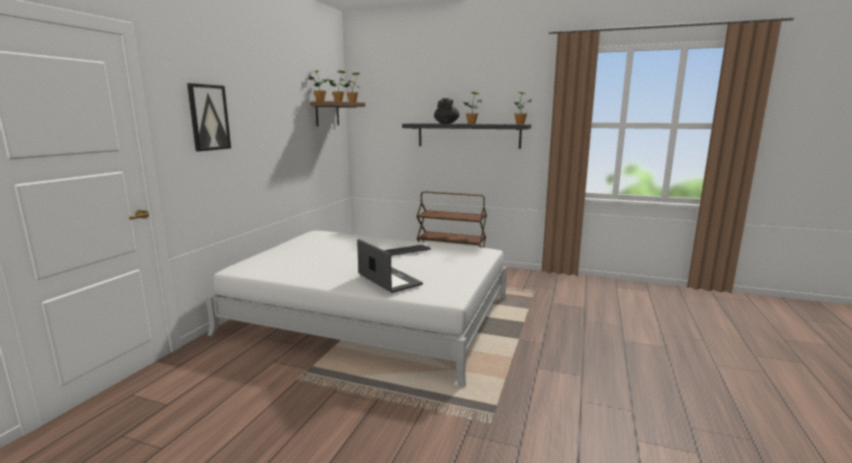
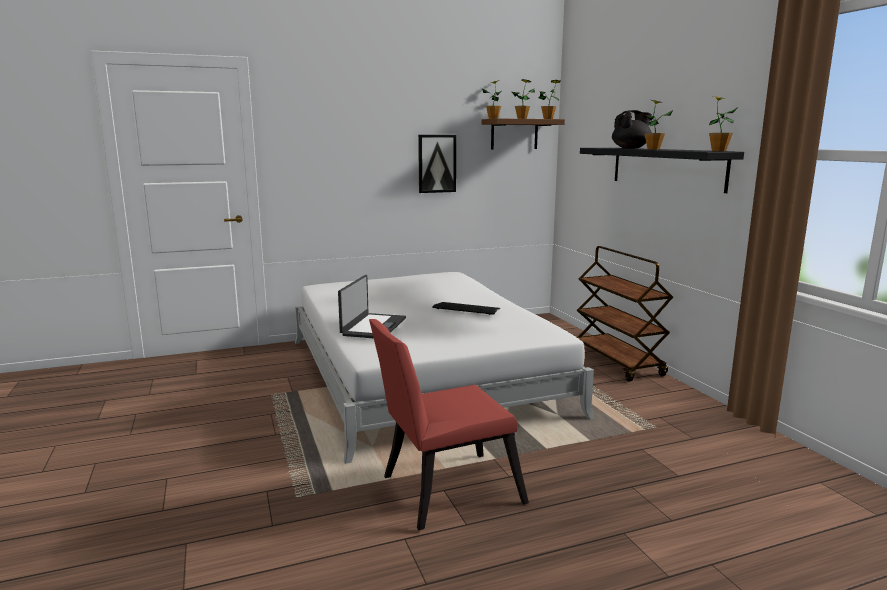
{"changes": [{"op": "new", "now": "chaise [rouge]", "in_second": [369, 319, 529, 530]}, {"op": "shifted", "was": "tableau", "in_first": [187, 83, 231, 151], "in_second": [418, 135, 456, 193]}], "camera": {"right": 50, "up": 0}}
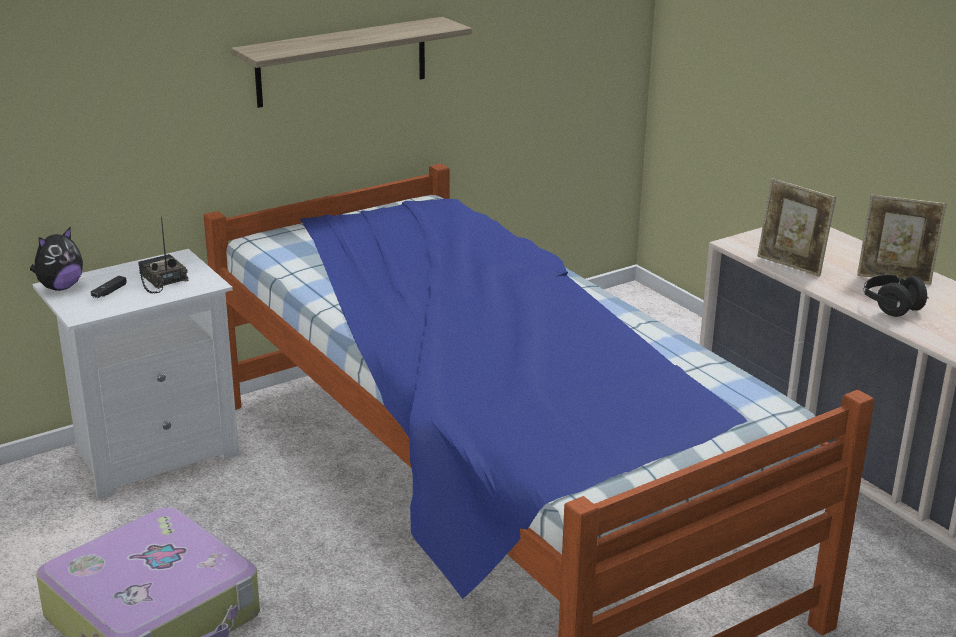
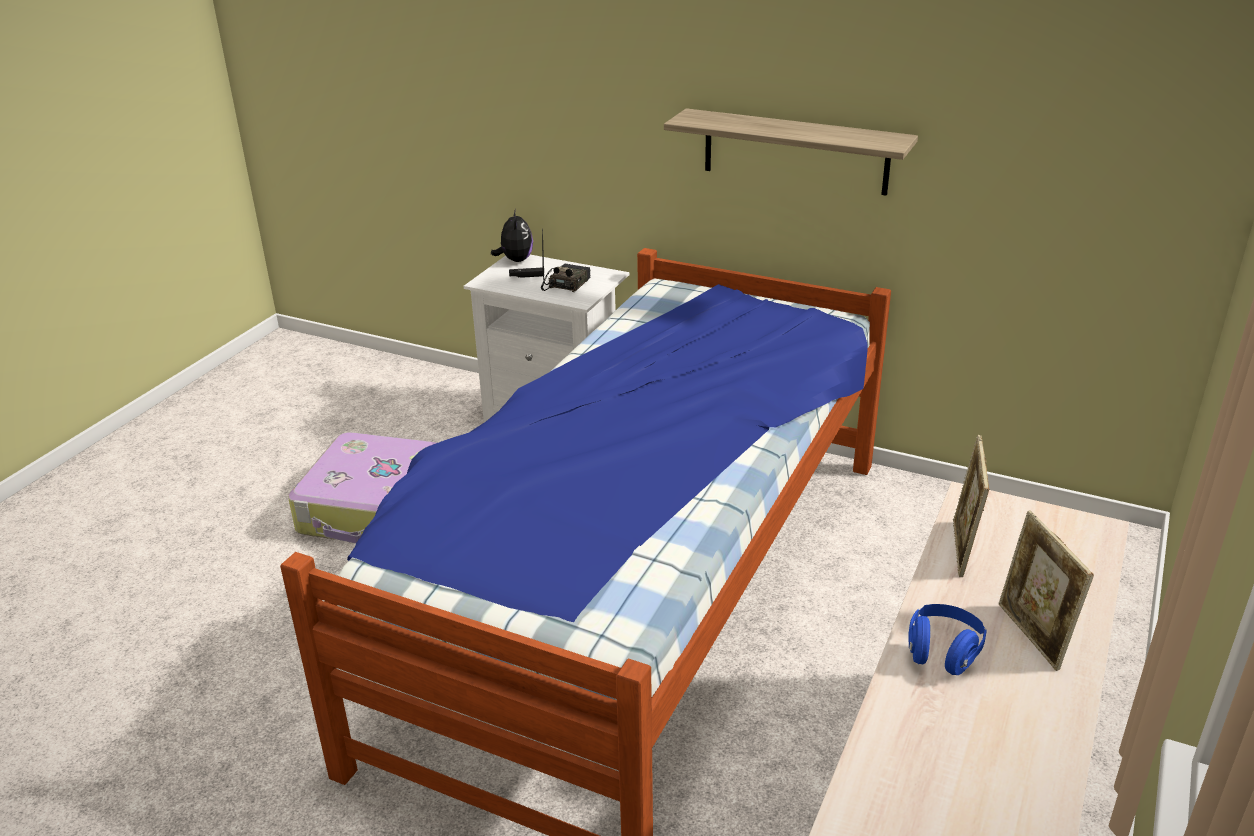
{"changes": [{"op": "rotated", "was": "peluche", "in_first": [30, 227, 83, 291], "in_second": [491, 208, 533, 262], "clockwise": -105}, {"op": "repainted", "was": "casque audio [noir]", "now": "casque audio [bleu]", "in_first": [864, 275, 929, 317], "in_second": [908, 604, 986, 675]}], "camera": {"right": 60, "up": 5}}
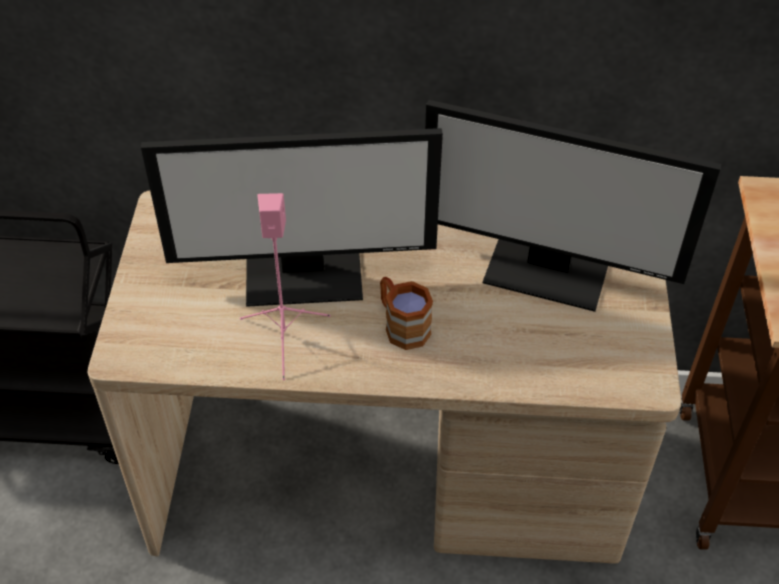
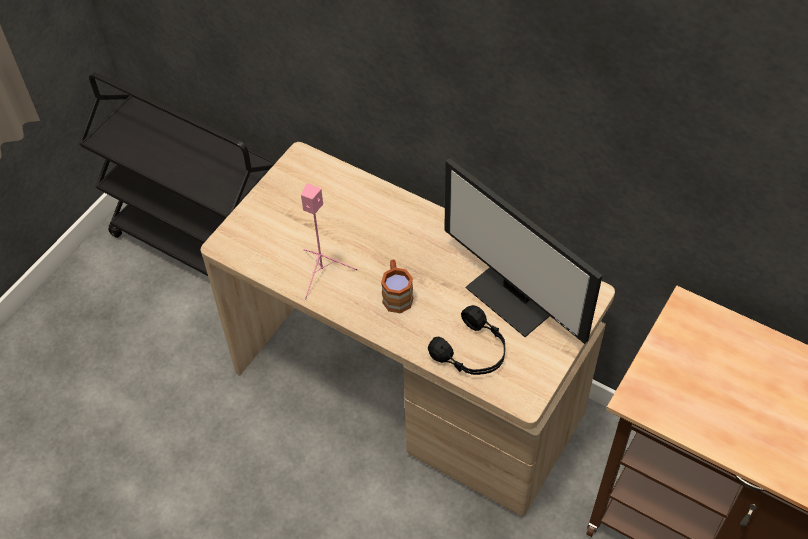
{"changes": [{"op": "new", "now": "casque audio [noir]", "in_second": [428, 305, 505, 375]}, {"op": "gone", "was": "écran d'ordinateur", "in_first": [141, 128, 443, 307]}], "camera": {"right": 30, "up": 5}}
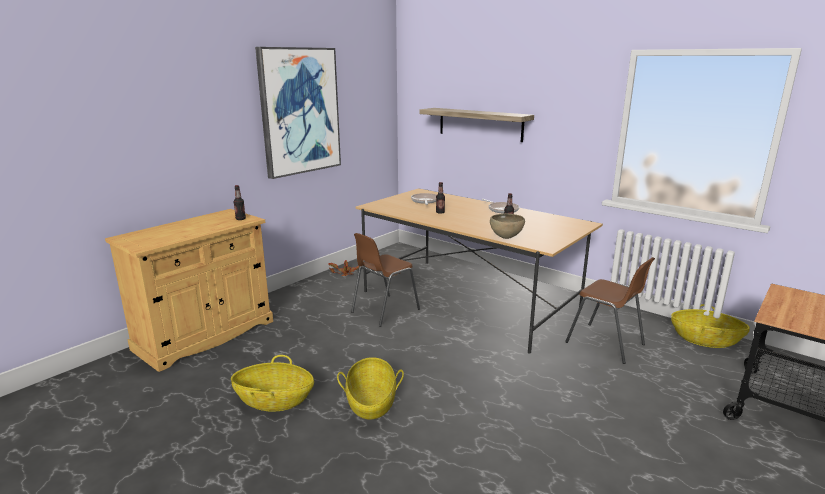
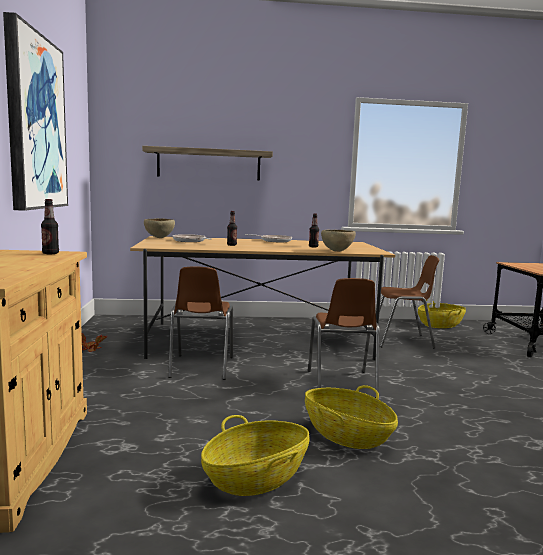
{"changes": [{"op": "new", "now": "bol [marron]", "in_second": [144, 218, 175, 238]}, {"op": "new", "now": "chaise [marron]", "in_second": [308, 278, 380, 398]}], "camera": {"right": -45, "up": -10}}
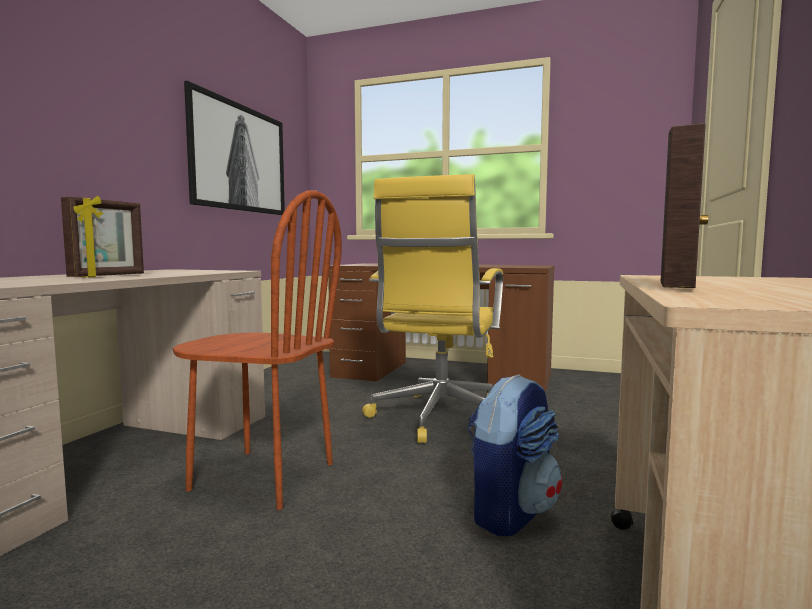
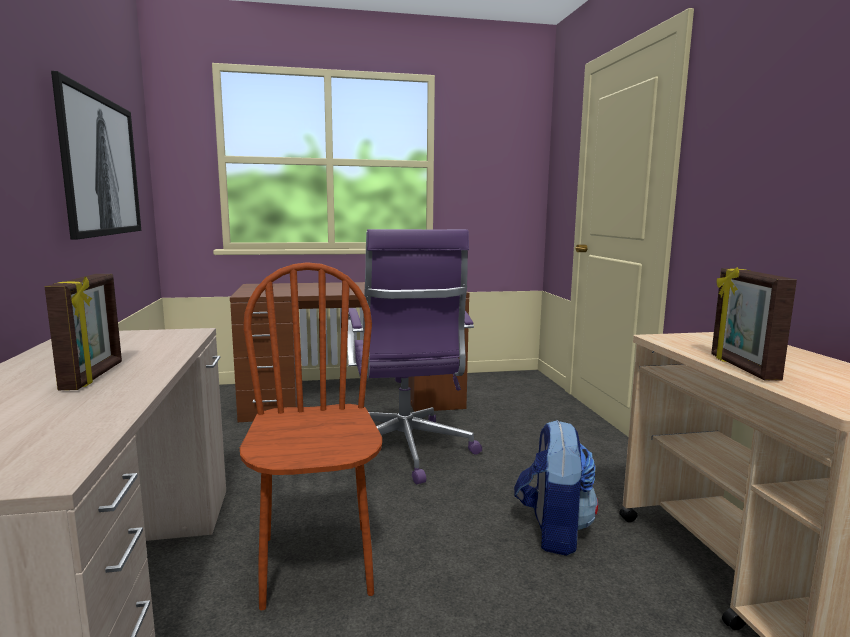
{"changes": [{"op": "rotated", "was": "chaise [marron]", "in_first": [173, 190, 342, 510], "in_second": [240, 262, 382, 610], "clockwise": -90}, {"op": "repainted", "was": "chaise de bureau [jaune]", "now": "chaise de bureau [violet]", "in_first": [362, 174, 503, 443], "in_second": [347, 229, 482, 484]}], "camera": {"right": -30, "up": 5}}
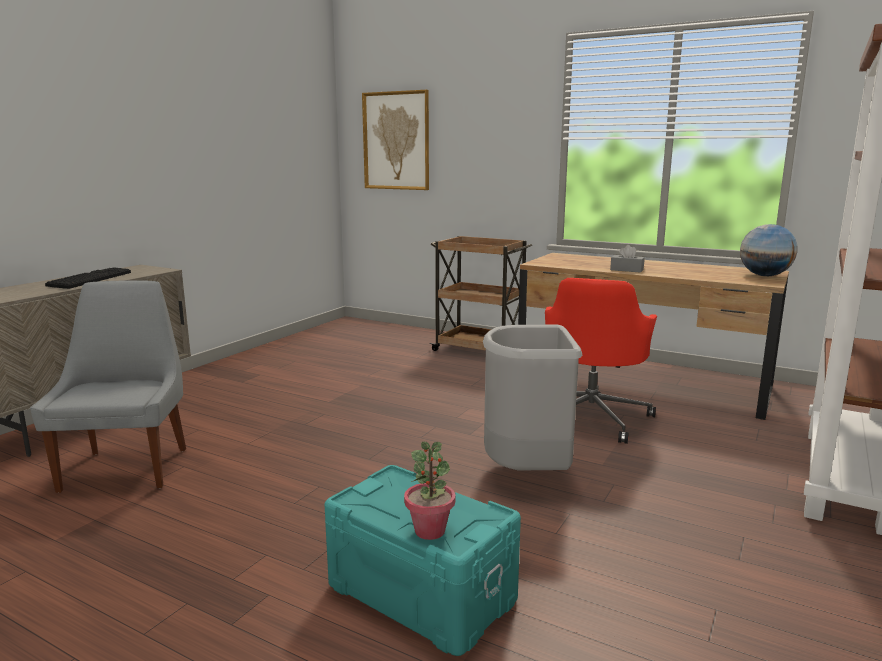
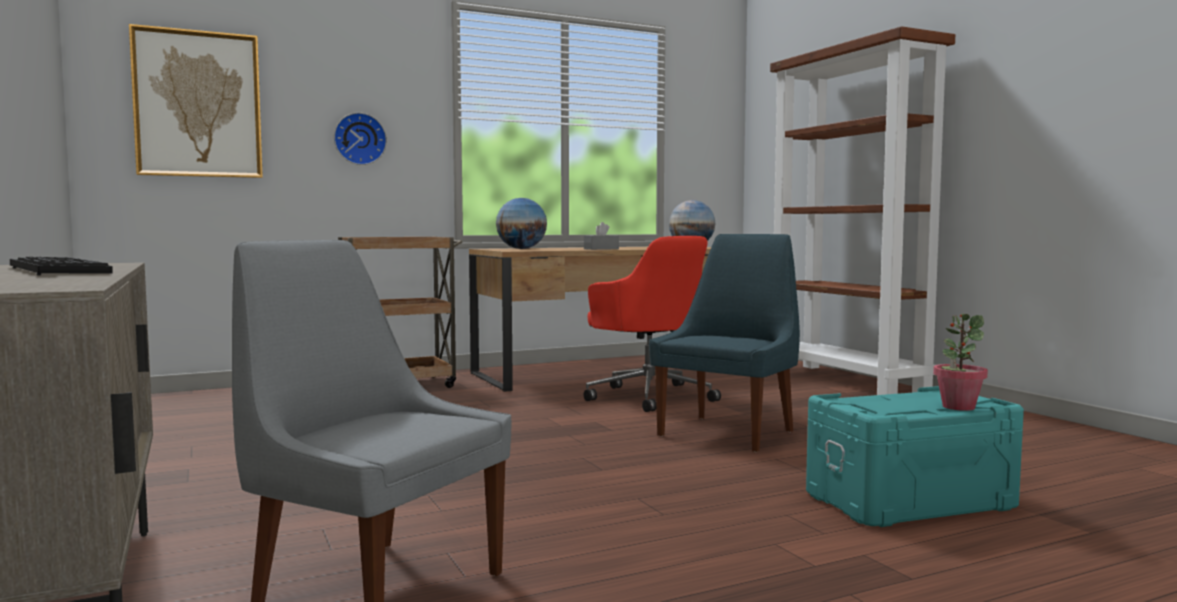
{"changes": [{"op": "new", "now": "horloge murale", "in_second": [334, 112, 387, 165]}, {"op": "new", "now": "globe", "in_second": [496, 198, 547, 249]}, {"op": "swapped", "was": "poubelle [gris]", "now": "chaise [bleu]", "in_first": [483, 325, 582, 471], "in_second": [649, 234, 800, 452]}], "camera": {"right": -55, "up": -10}}
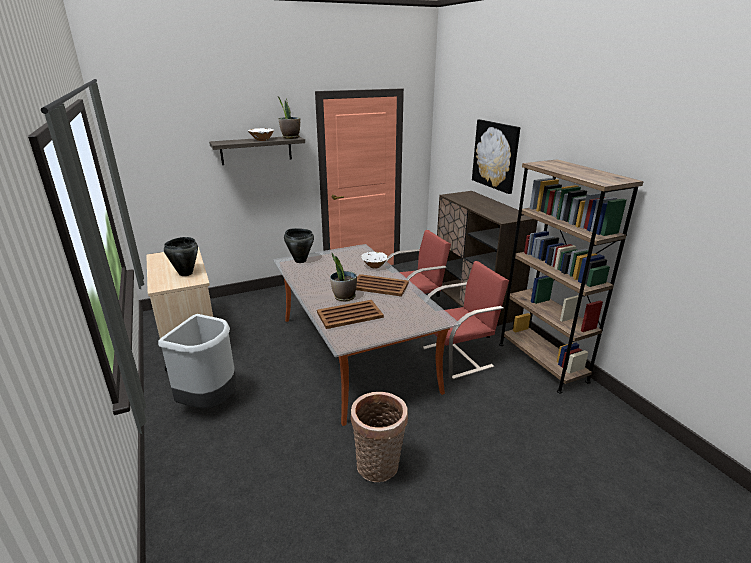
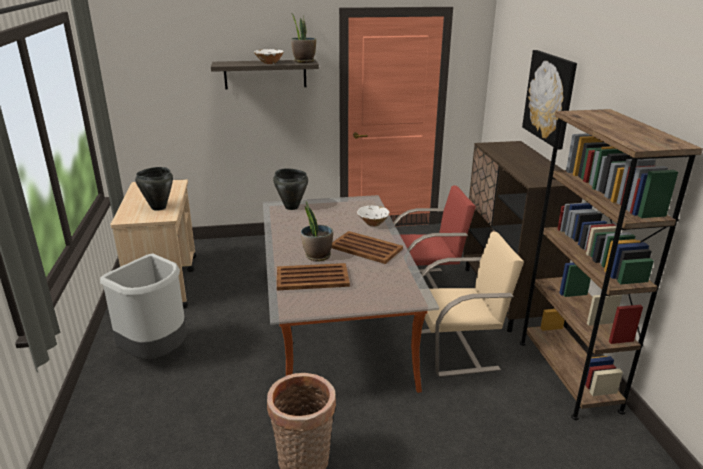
{"changes": [{"op": "repainted", "was": "chaise [rouge]", "now": "chaise [beige]", "in_first": [420, 261, 509, 380], "in_second": [421, 232, 524, 377]}], "camera": {"right": 15, "up": 0}}
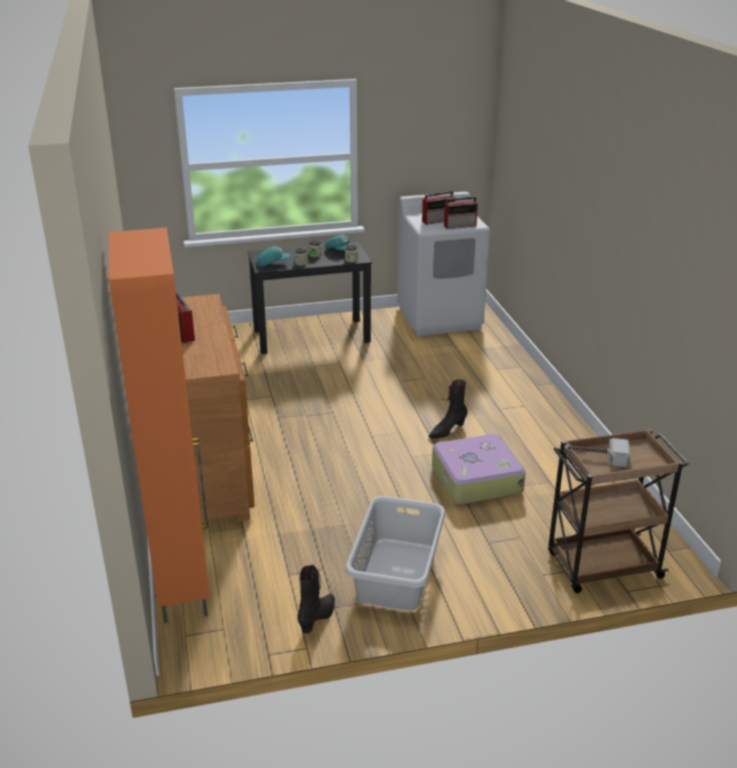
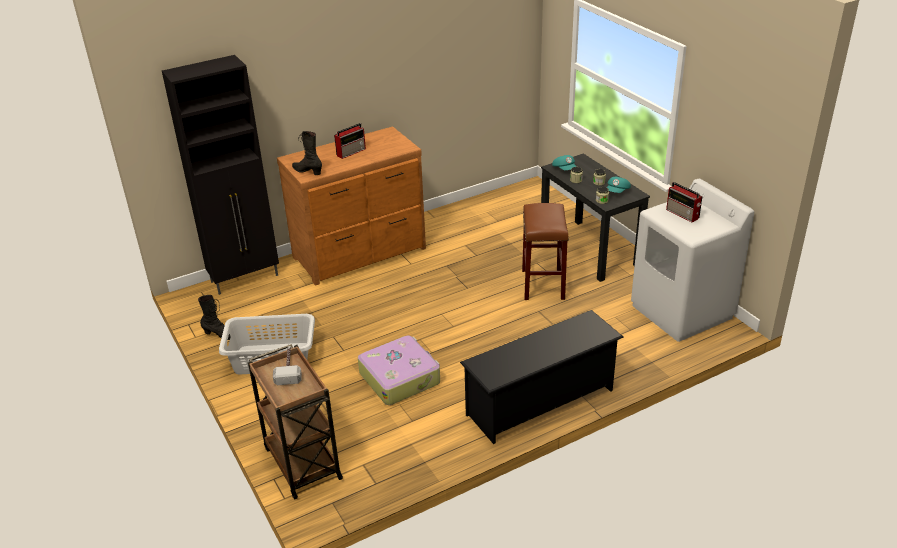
{"changes": [{"op": "repainted", "was": "meuble de rangement [orange]", "now": "meuble de rangement [noir]", "in_first": [109, 228, 210, 623], "in_second": [162, 55, 279, 295]}, {"op": "shifted", "was": "botte [noir]", "in_first": [429, 379, 467, 439], "in_second": [292, 131, 322, 175]}, {"op": "new", "now": "étagère à chaussures [noir]", "in_second": [460, 310, 624, 444]}, {"op": "new", "now": "tabouret [marron]", "in_second": [522, 203, 569, 300]}, {"op": "gone", "was": "radio", "in_first": [444, 197, 478, 229]}], "camera": {"right": 75, "up": 5}}
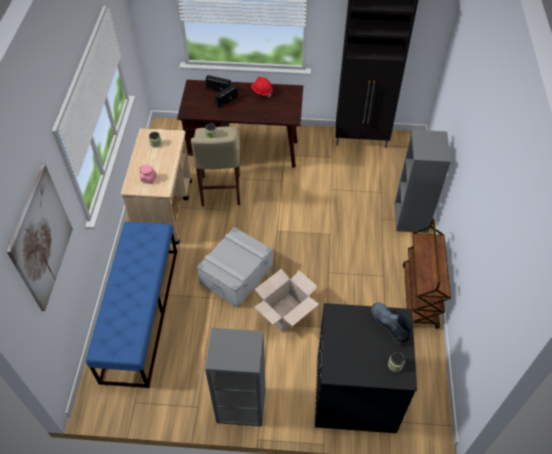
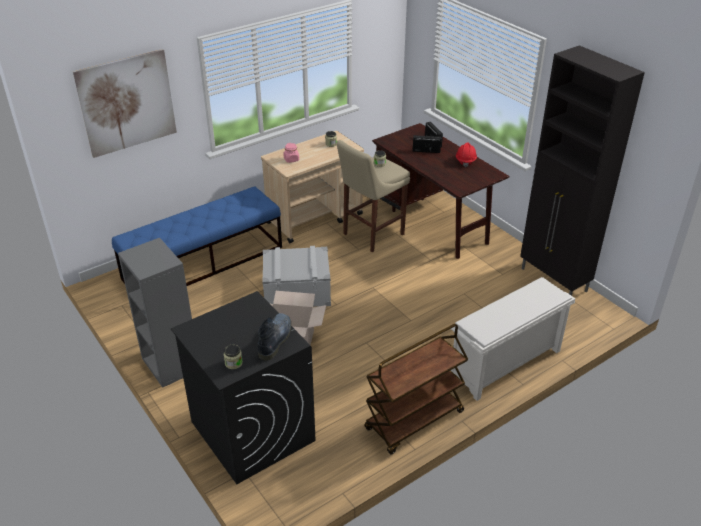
{"changes": [{"op": "swapped", "was": "bibliothèque [gris]", "now": "étagère à chaussures [blanc]", "in_first": [395, 130, 451, 233], "in_second": [451, 277, 575, 401]}], "camera": {"right": 50, "up": -15}}
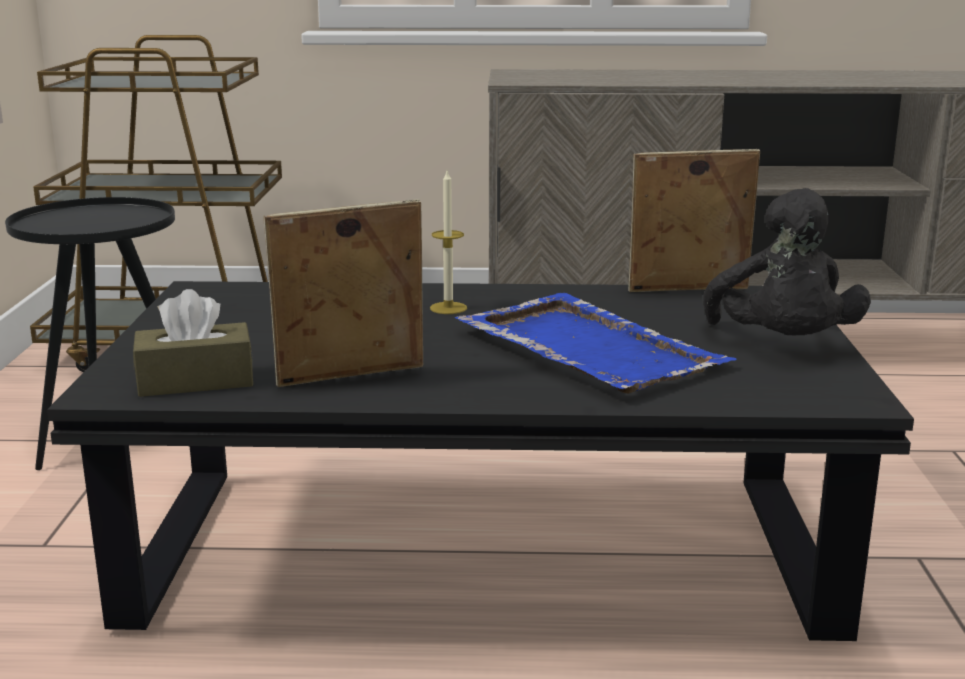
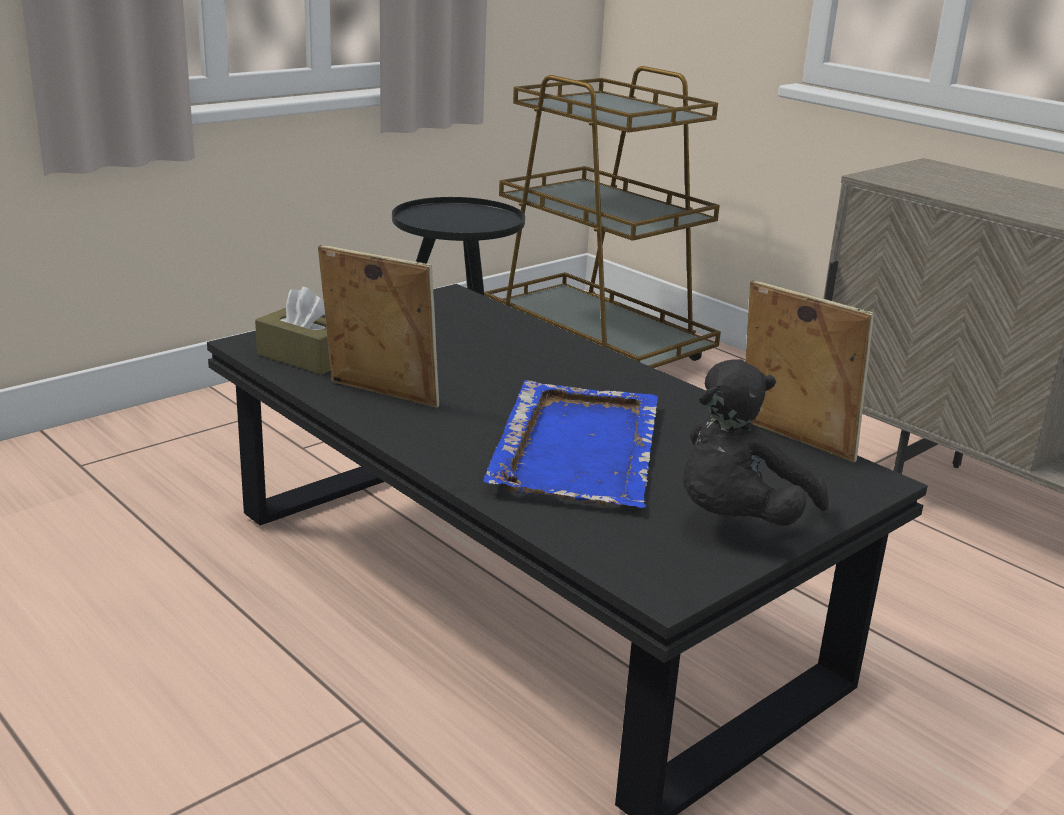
{"changes": [{"op": "gone", "was": "bougie", "in_first": [430, 171, 467, 314]}], "camera": {"right": 45, "up": 5}}
